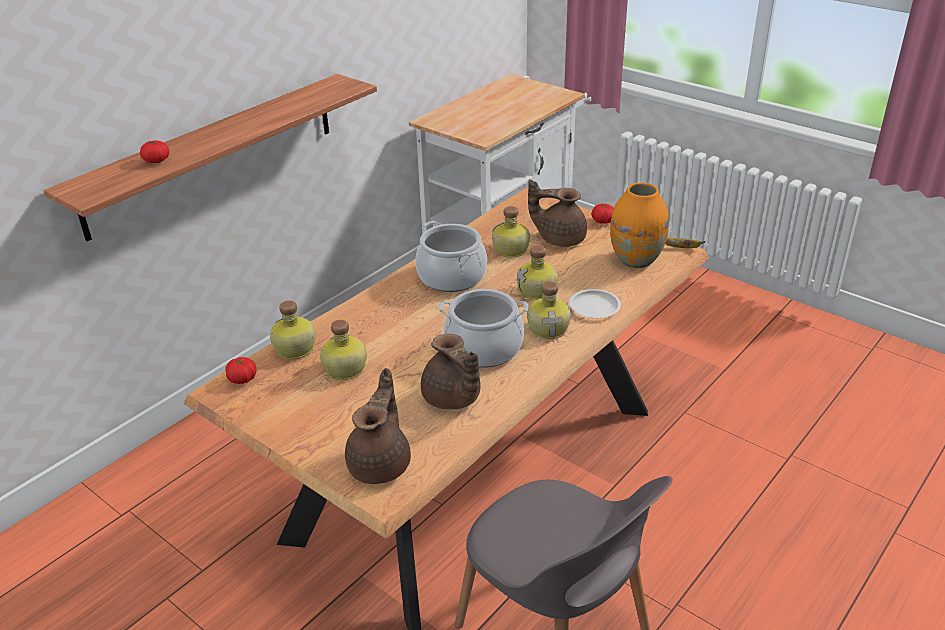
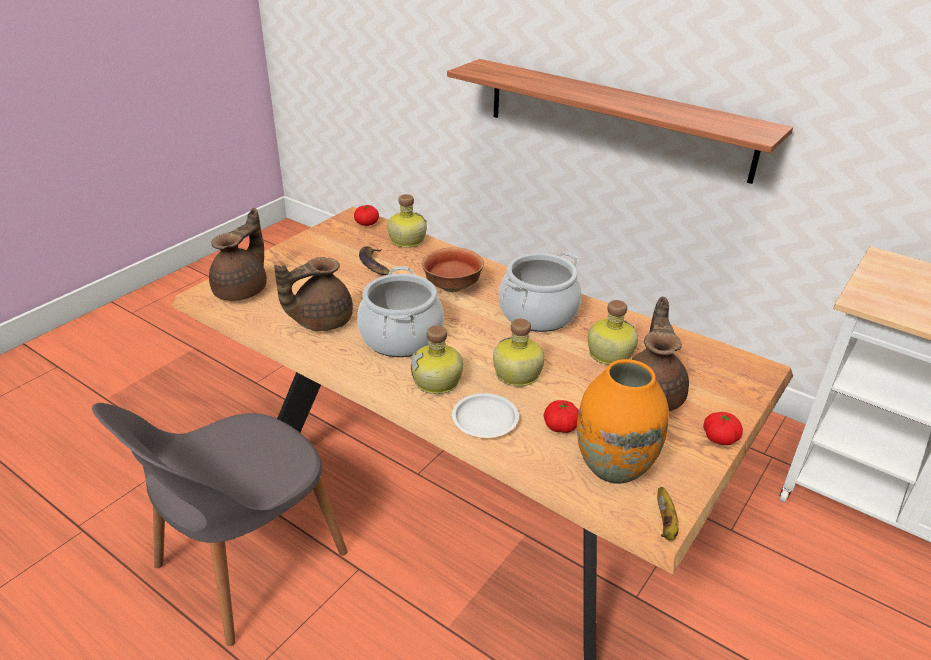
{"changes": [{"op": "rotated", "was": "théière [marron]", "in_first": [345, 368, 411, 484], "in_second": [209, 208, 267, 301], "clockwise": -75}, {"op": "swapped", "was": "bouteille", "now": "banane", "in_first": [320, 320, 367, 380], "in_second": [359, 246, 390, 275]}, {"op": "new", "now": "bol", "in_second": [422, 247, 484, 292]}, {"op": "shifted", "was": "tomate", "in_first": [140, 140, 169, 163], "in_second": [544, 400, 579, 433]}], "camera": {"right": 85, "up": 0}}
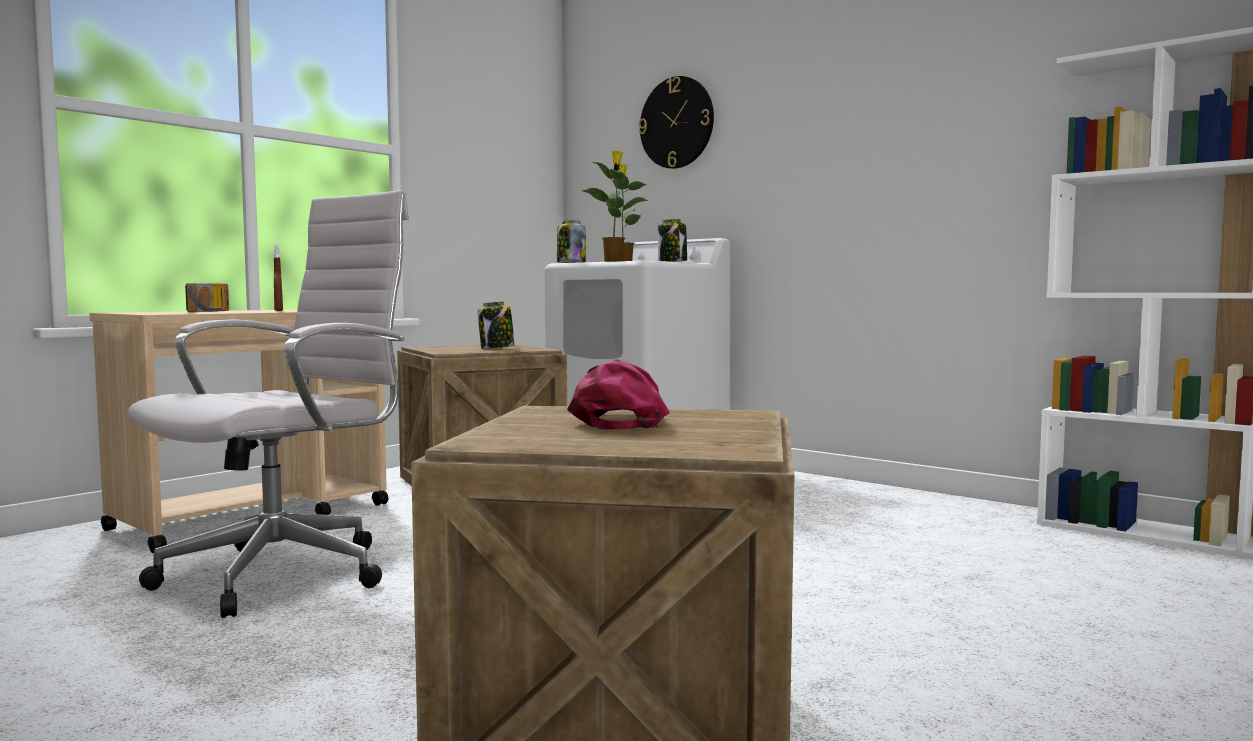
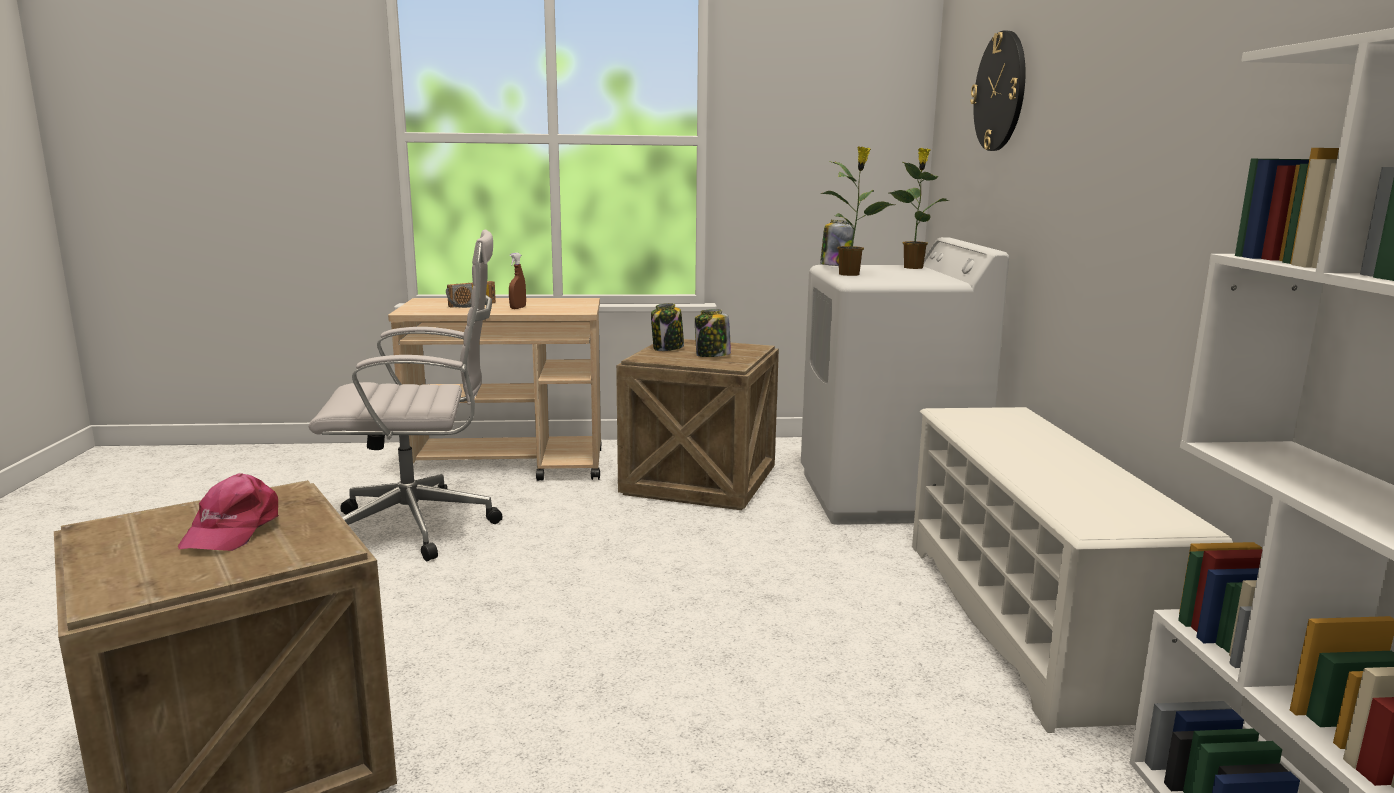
{"changes": [{"op": "rotated", "was": "casquette [rose]", "in_first": [567, 359, 670, 430], "in_second": [178, 473, 279, 551], "clockwise": 135}, {"op": "shifted", "was": "bocal", "in_first": [658, 219, 687, 262], "in_second": [651, 303, 684, 351]}, {"op": "new", "now": "étagère à chaussures [blanc]", "in_second": [912, 407, 1233, 733]}], "camera": {"right": 45, "up": 10}}
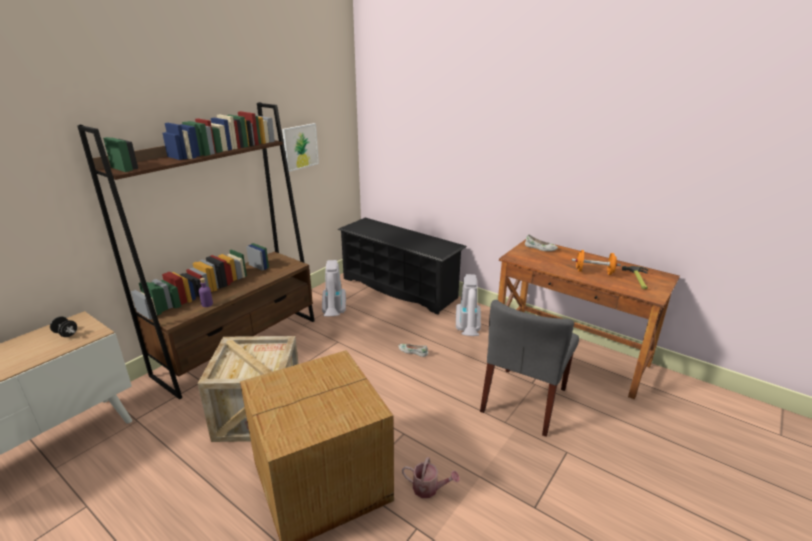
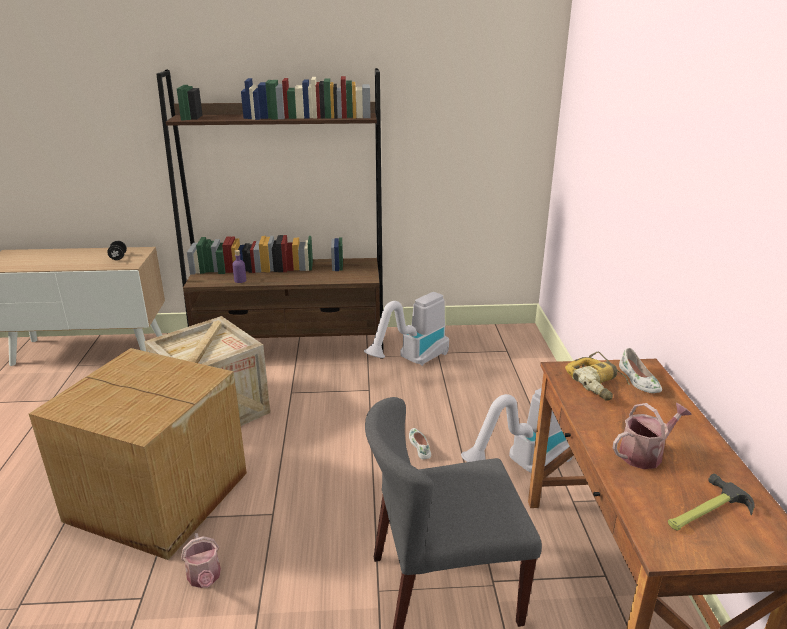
{"changes": [{"op": "new", "now": "perceuse", "in_second": [565, 352, 630, 401]}, {"op": "swapped", "was": "haltère [orange]", "now": "arrosoir", "in_first": [572, 250, 621, 275], "in_second": [613, 403, 692, 469]}, {"op": "gone", "was": "tableau", "in_first": [282, 123, 319, 172]}, {"op": "gone", "was": "étagère à chaussures [noir]", "in_first": [338, 218, 467, 315]}], "camera": {"right": 50, "up": 0}}
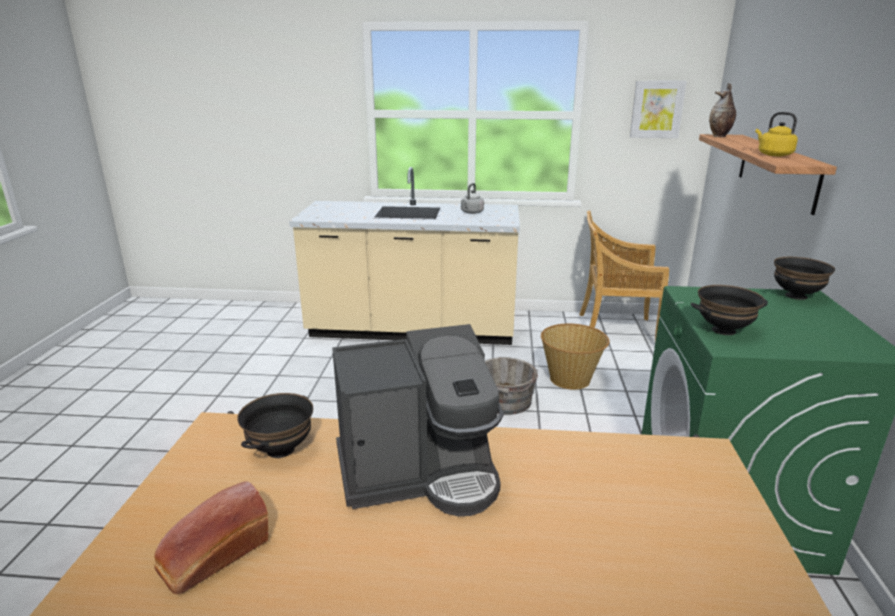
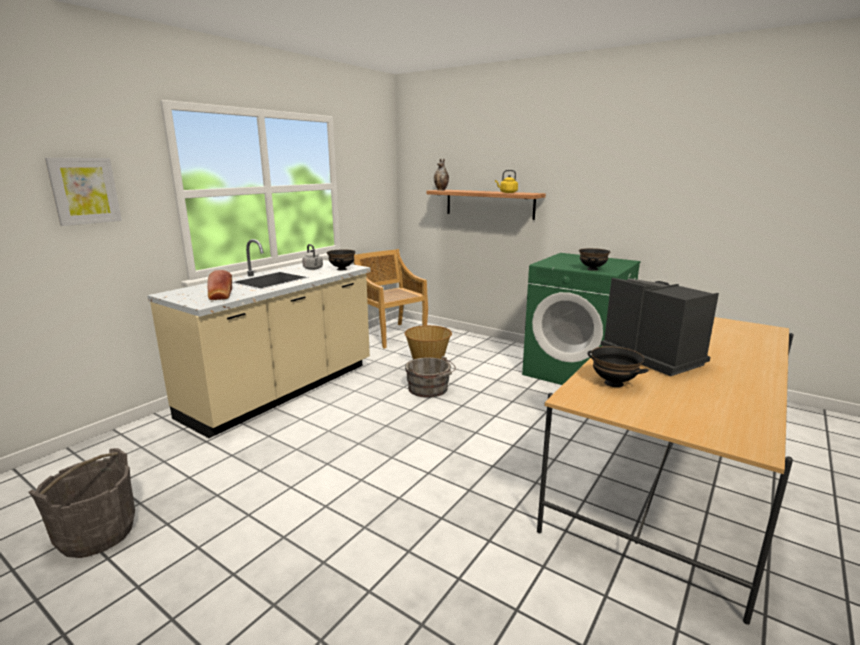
{"changes": [{"op": "new", "now": "seau [gris]", "in_second": [29, 448, 135, 558]}, {"op": "shifted", "was": "tableau", "in_first": [630, 80, 687, 138], "in_second": [45, 158, 122, 226]}, {"op": "shifted", "was": "pain", "in_first": [154, 481, 269, 594], "in_second": [207, 270, 232, 300]}, {"op": "shifted", "was": "bol [noir]", "in_first": [774, 257, 835, 300], "in_second": [327, 249, 356, 270]}, {"op": "rotated", "was": "chaise [beige]", "in_first": [580, 210, 669, 342], "in_second": [354, 249, 428, 349], "clockwise": 105}, {"op": "rotated", "was": "machine à café", "in_first": [332, 324, 503, 516], "in_second": [601, 278, 719, 376], "clockwise": -45}], "camera": {"right": -60, "up": -5}}
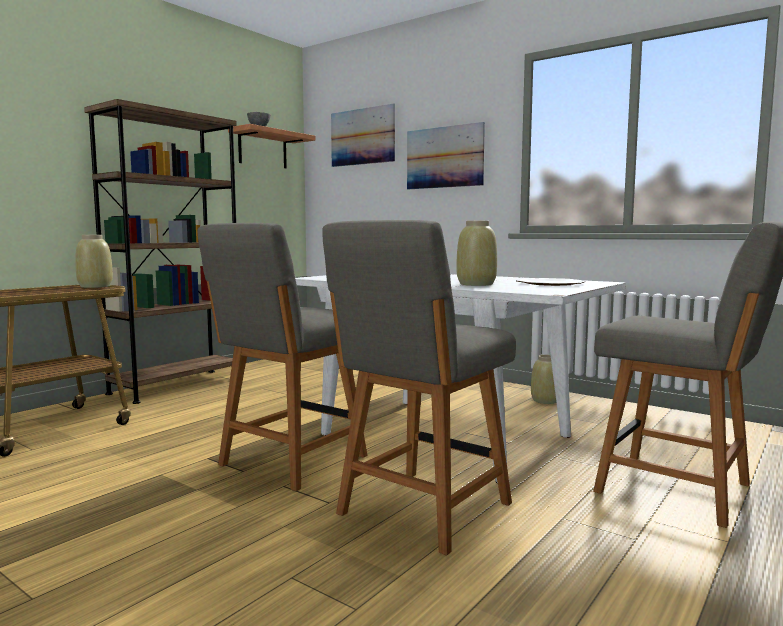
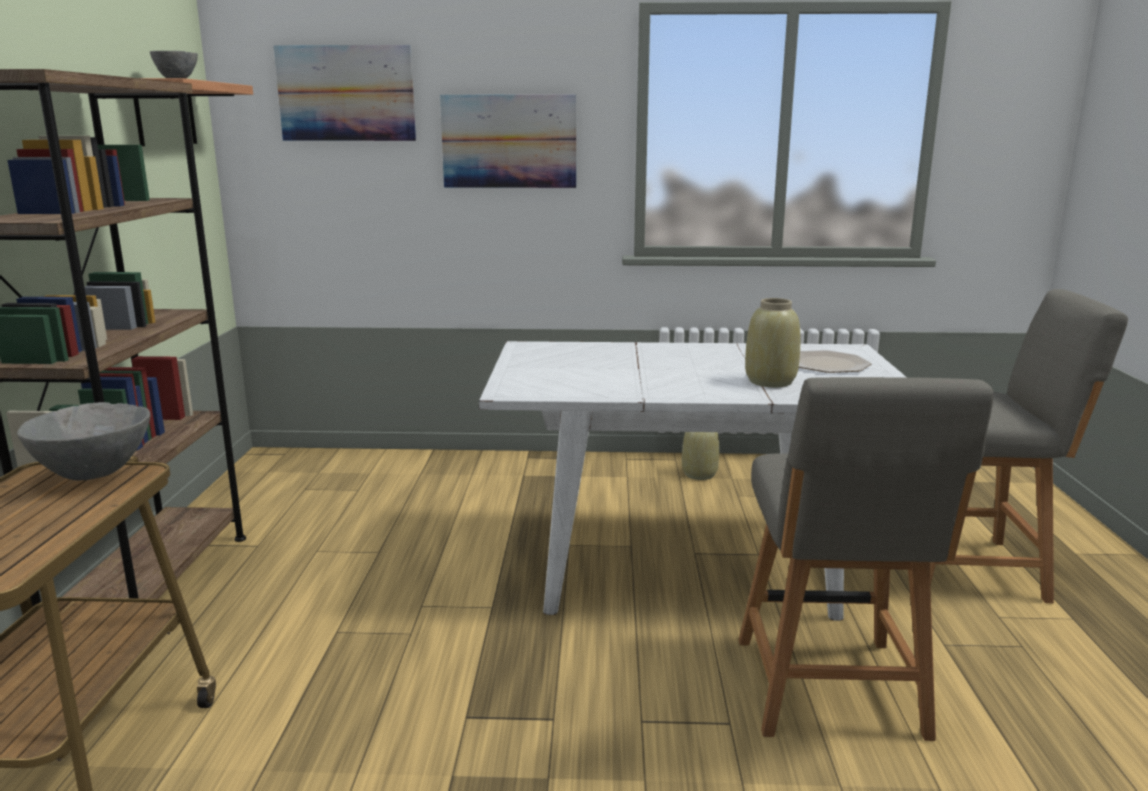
{"changes": [{"op": "swapped", "was": "vase [beige]", "now": "bol [gris]", "in_first": [75, 235, 113, 288], "in_second": [17, 402, 151, 480]}, {"op": "gone", "was": "chaise [gris]", "in_first": [198, 223, 368, 491]}], "camera": {"right": -35, "up": 10}}
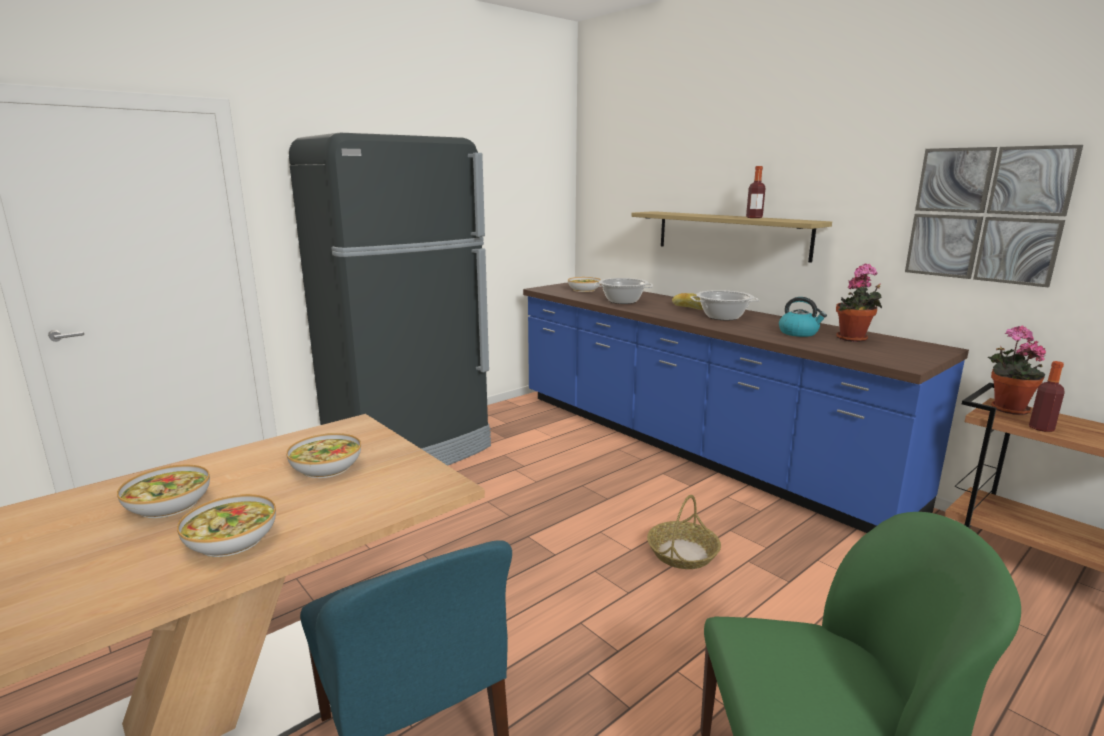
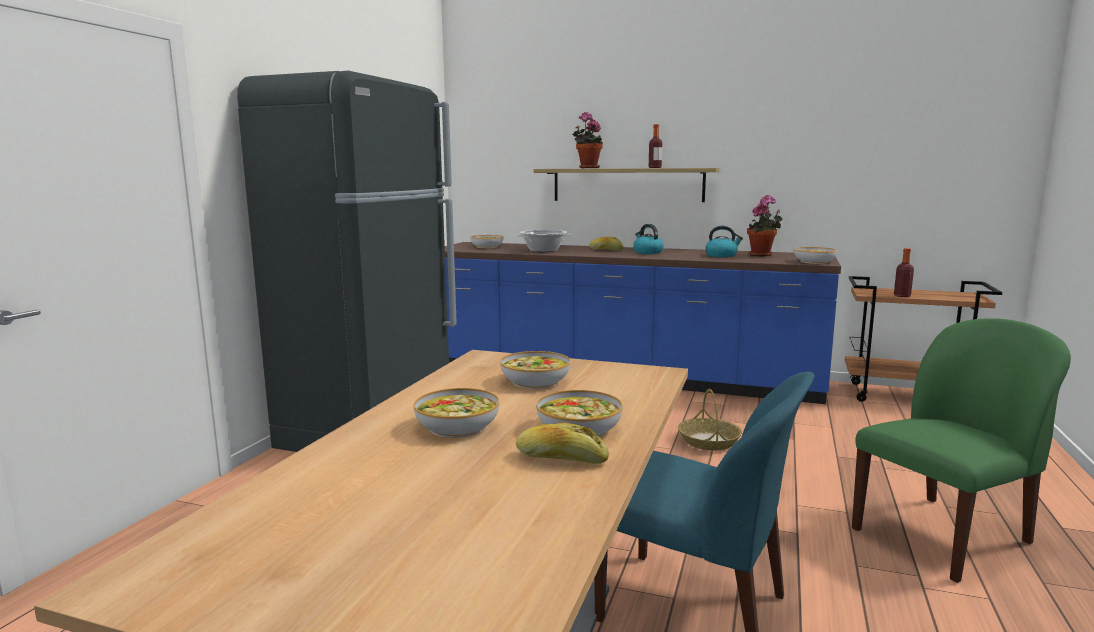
{"changes": [{"op": "new", "now": "pain", "in_second": [516, 423, 609, 464]}, {"op": "shifted", "was": "plante en pot", "in_first": [988, 326, 1046, 415], "in_second": [572, 112, 603, 168]}, {"op": "swapped", "was": "marmite", "now": "bouilloire", "in_first": [690, 290, 760, 320], "in_second": [633, 224, 664, 254]}, {"op": "new", "now": "bol", "in_second": [794, 247, 837, 264]}, {"op": "gone", "was": "tableau", "in_first": [905, 145, 1083, 287]}], "camera": {"right": -30, "up": -5}}
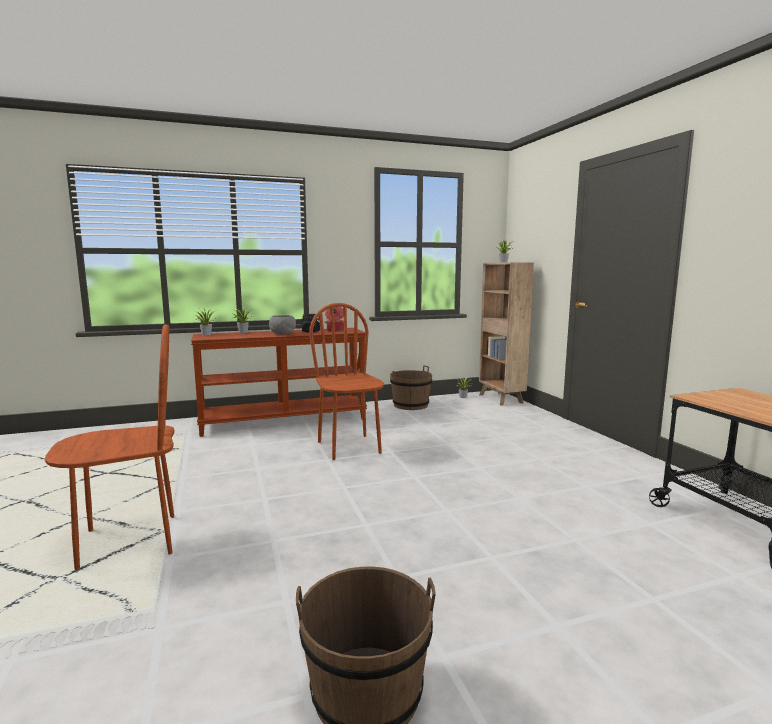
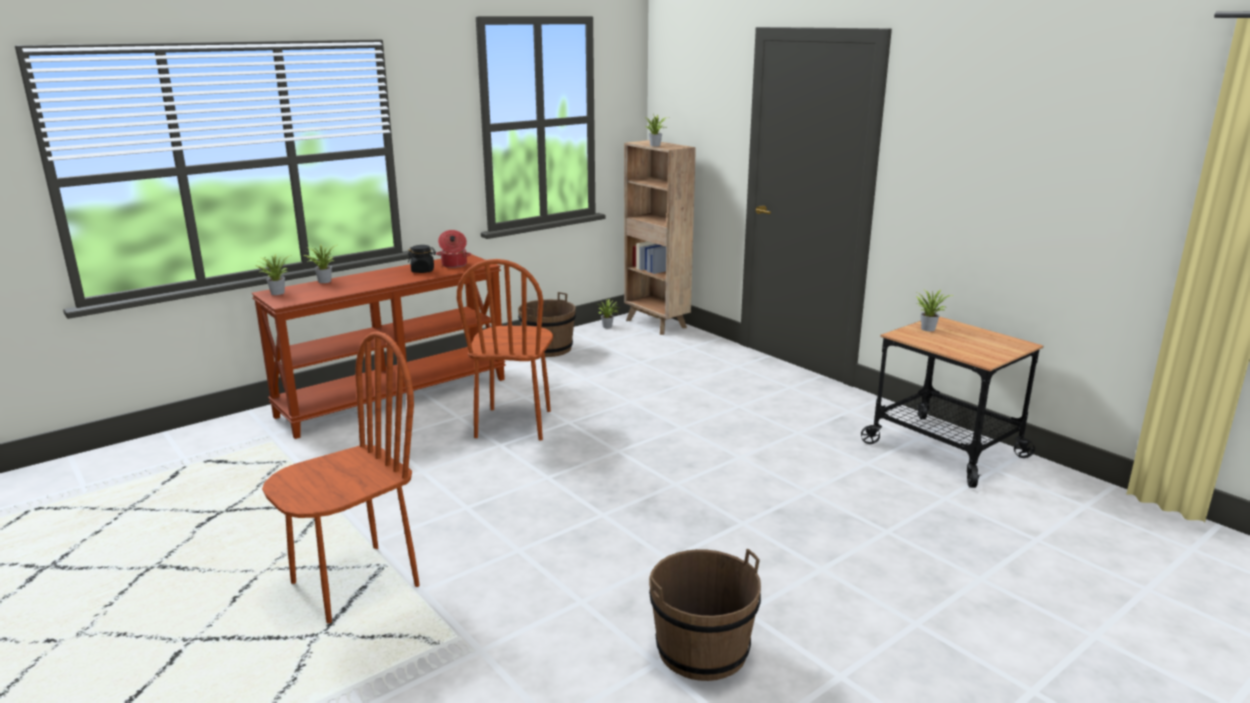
{"changes": [{"op": "rotated", "was": "chaise [marron]", "in_first": [309, 303, 384, 460], "in_second": [457, 259, 553, 441], "clockwise": -135}, {"op": "new", "now": "plante en pot", "in_second": [916, 290, 954, 331]}, {"op": "gone", "was": "bol [gris]", "in_first": [269, 315, 296, 334]}], "camera": {"right": -20, "up": 10}}
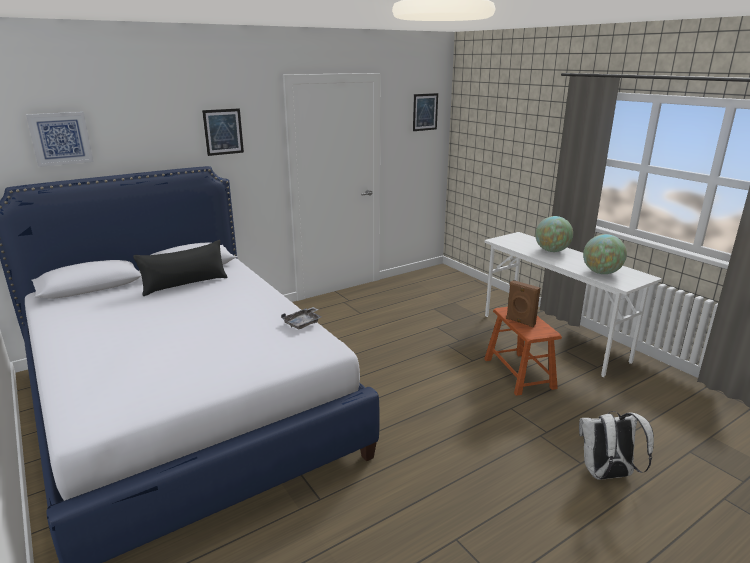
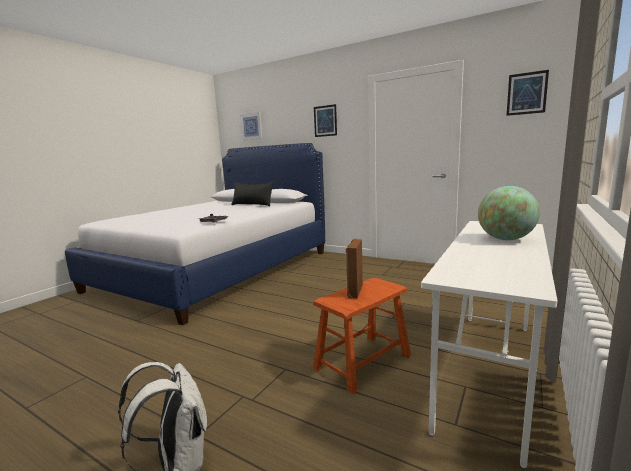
{"changes": [{"op": "gone", "was": "globe", "in_first": [583, 234, 627, 274]}], "camera": {"right": 65, "up": -10}}
